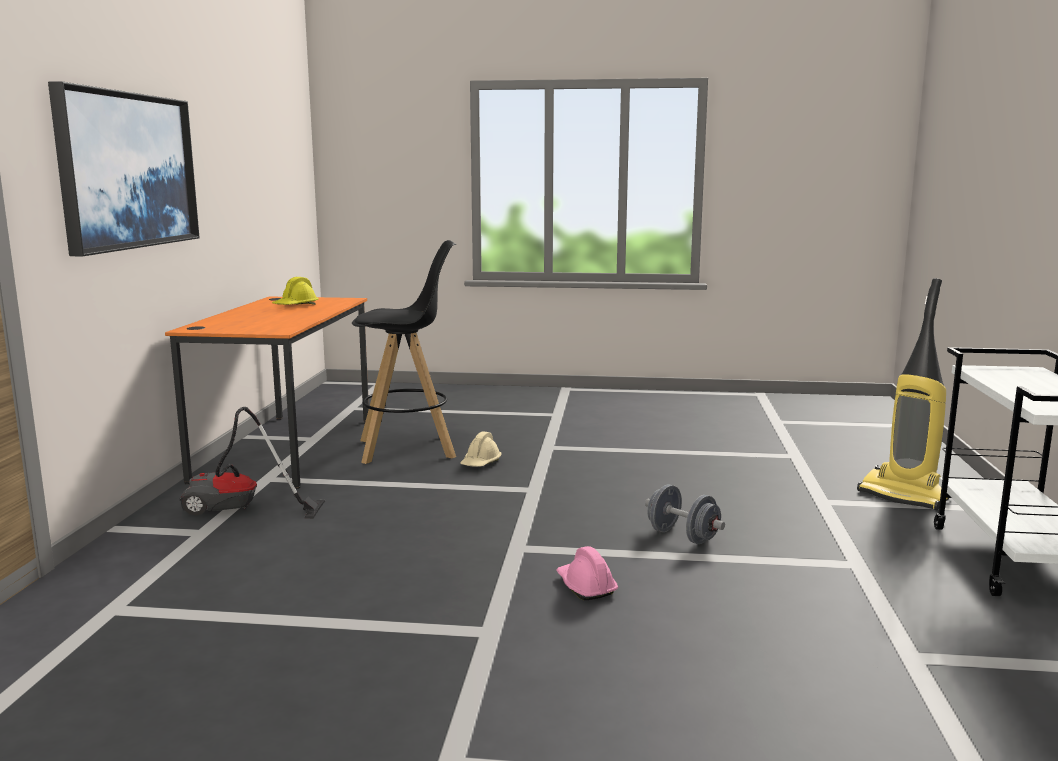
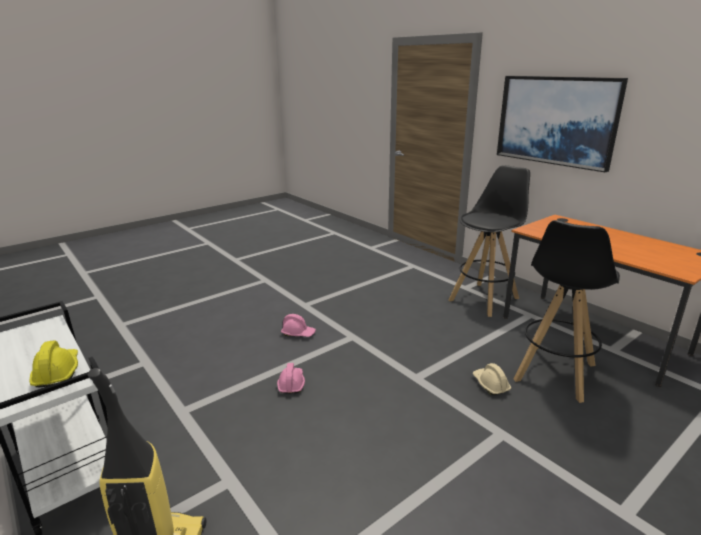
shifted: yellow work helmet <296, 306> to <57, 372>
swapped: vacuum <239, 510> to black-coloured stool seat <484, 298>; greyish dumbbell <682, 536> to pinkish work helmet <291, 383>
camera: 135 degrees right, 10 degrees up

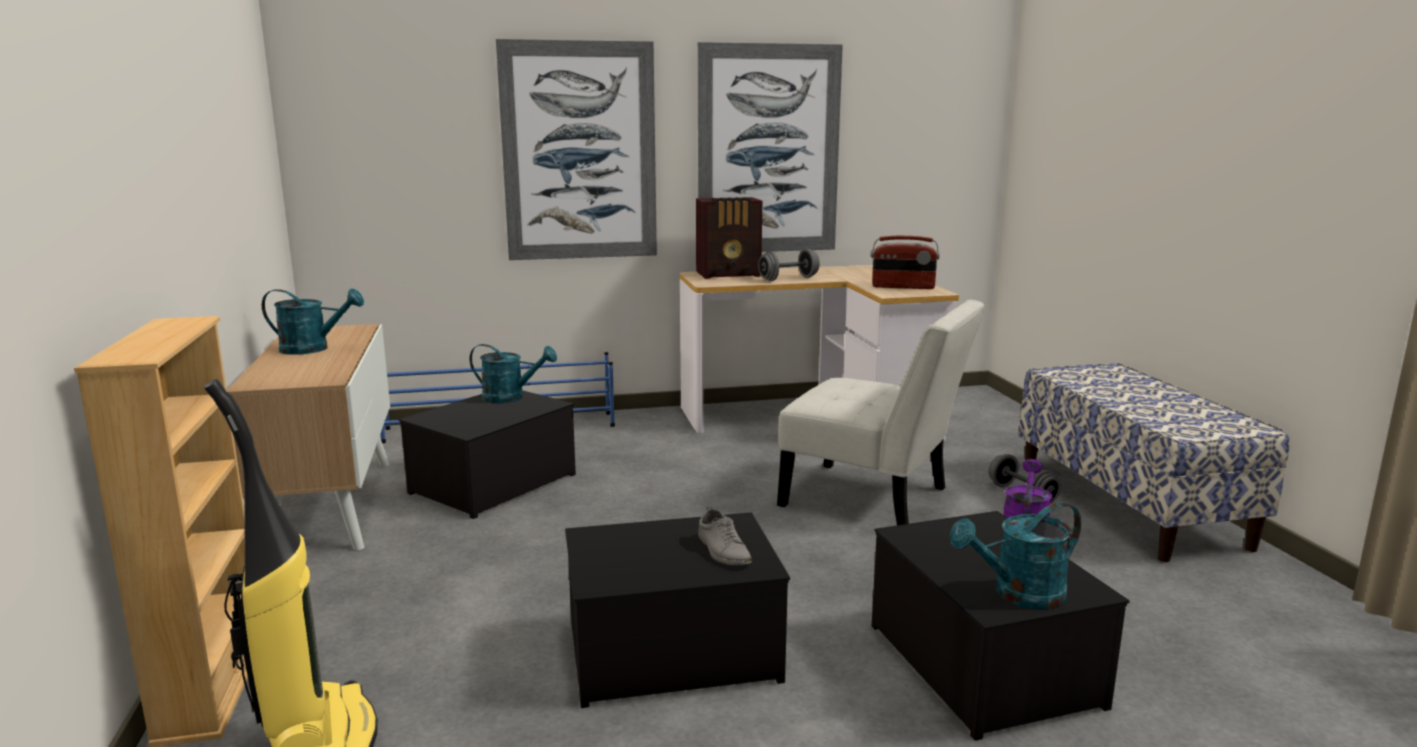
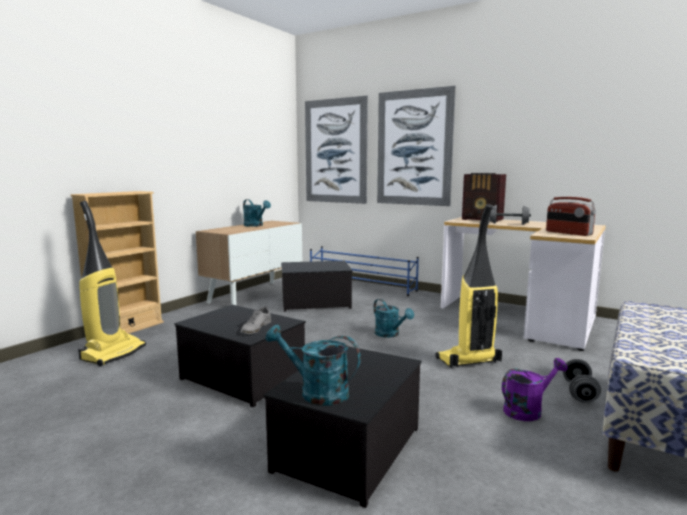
shifted: turquoise-coloured sprinkling can <511, 397> to <390, 334>; wall art <768, 150> to <335, 151>
swapped: white-coloured upright chair <873, 500> to vacuum <468, 361>
camera: 45 degrees right, 5 degrees down

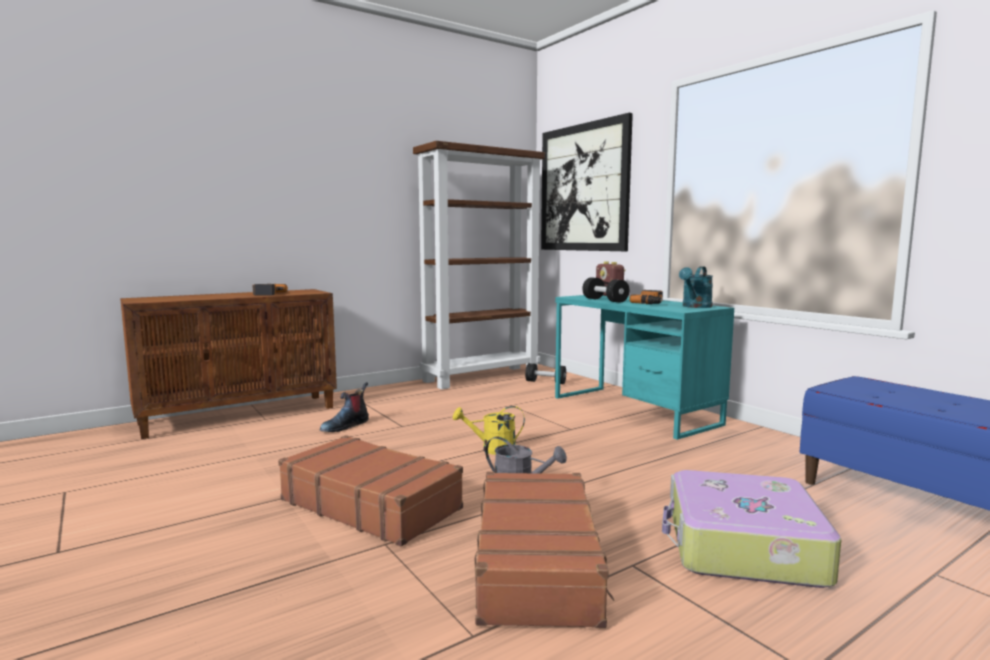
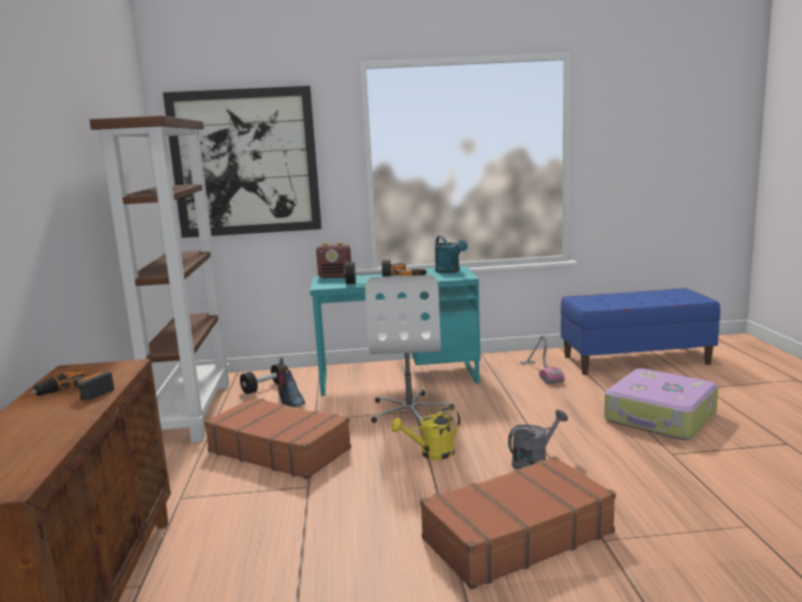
new: white-coloured desk chair <410, 411>; vacuum <540, 372>
shifted: tall boot <345, 426> to <290, 400>; brown travel case <538, 562> to <279, 450>
rotated: yellow sprinkling can <492, 449> = <431, 453> 45 degrees clockwise
camera: 60 degrees left, 5 degrees up

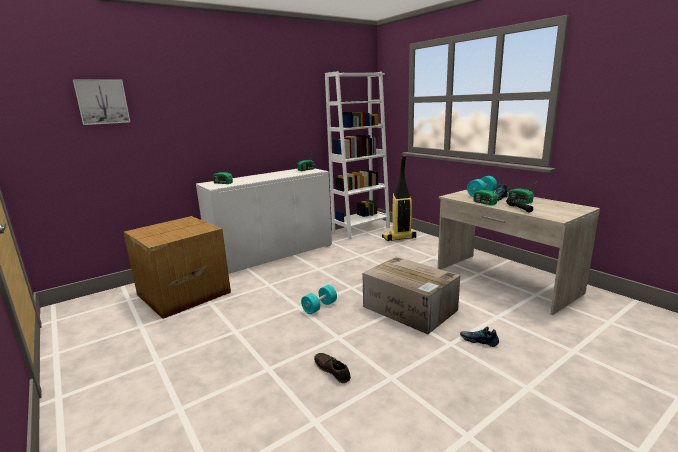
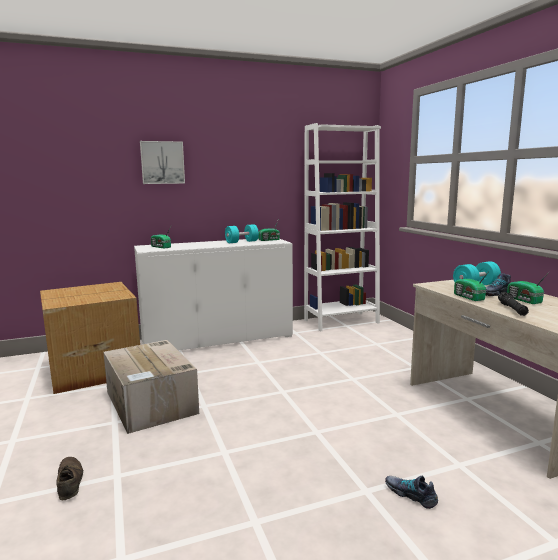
gone: vacuum <399, 238>
shifted: wall art <102, 102> to <162, 162>; turquoise-coloured dumbbell <319, 307> to <242, 242>; brown low shoe <332, 370> to <69, 481>; cardboard box <411, 308> to <151, 403>
camera: 15 degrees right, 5 degrees down

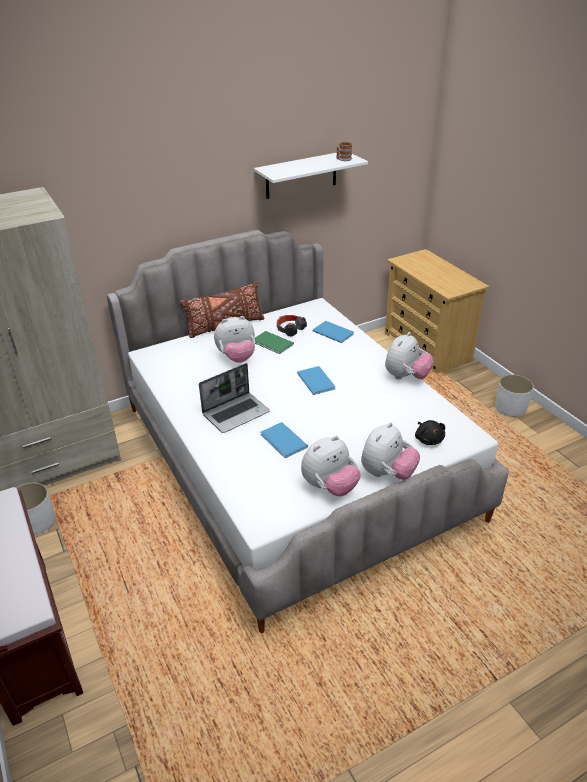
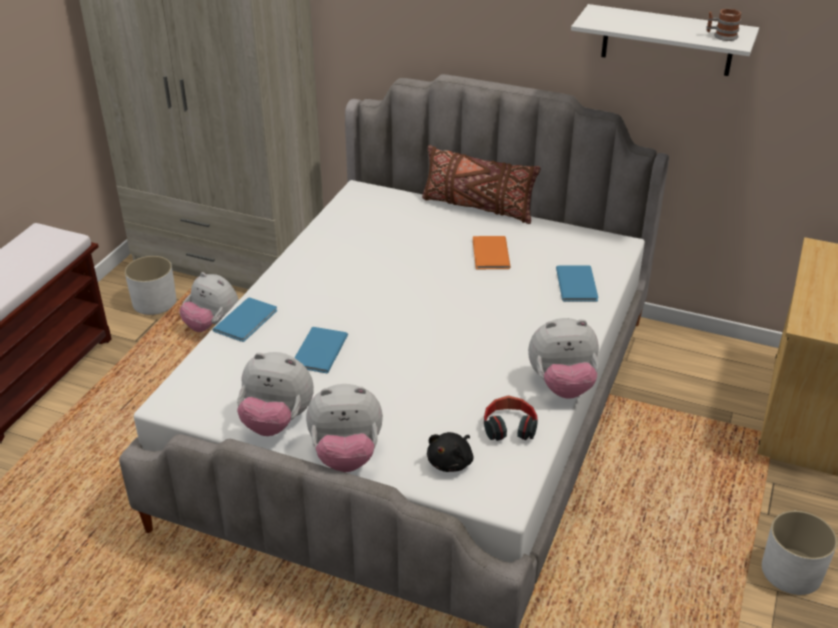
gone: notebook computer <236, 413>
shifted: plush toy <237, 357> to <212, 325>; pair of headphones <290, 329> to <509, 427>; bluish bound book <316, 380> to <248, 320>
repainted: greenish bound book <272, 344> to orange bound book <489, 254>
camera: 50 degrees right, 0 degrees up

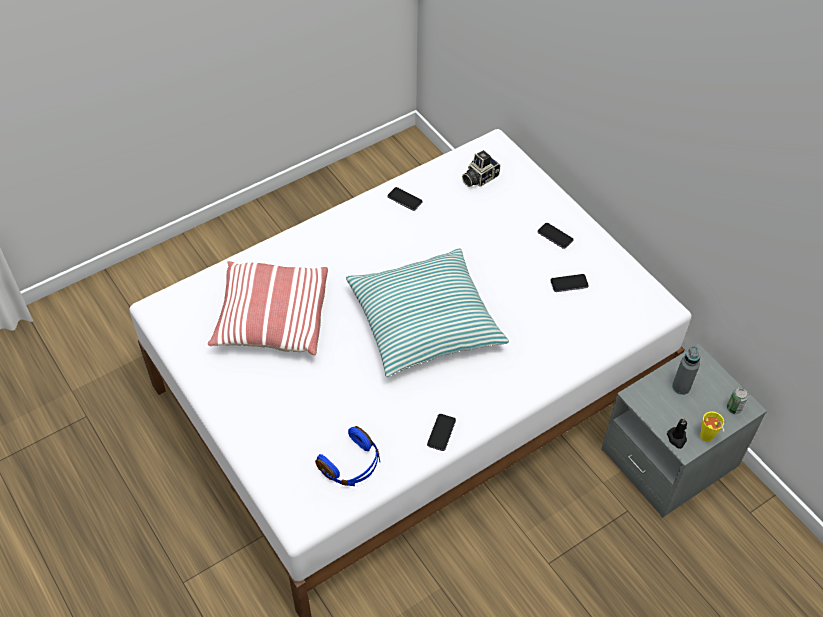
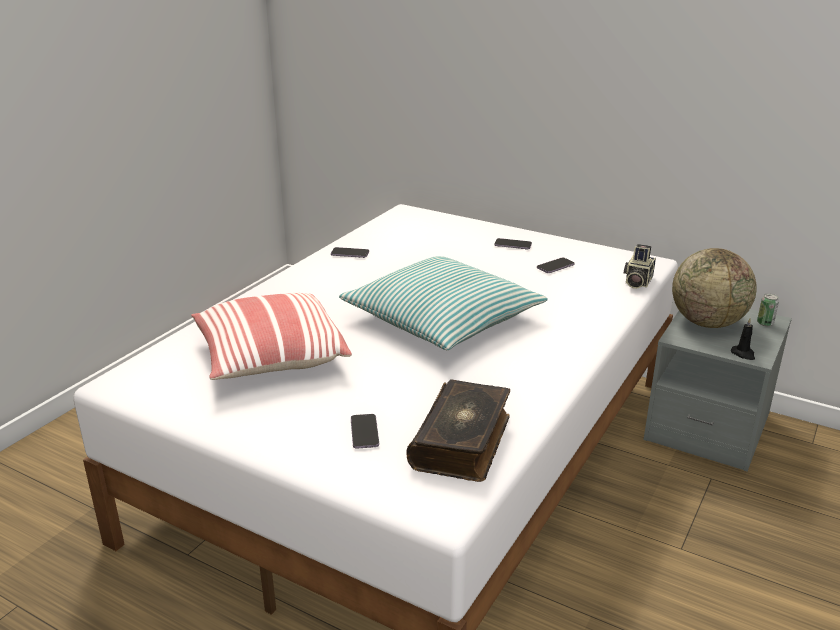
gone: yellow small cup <707, 438>
shifted: handset <441, 433> to <364, 432>; still camera <479, 178> to <636, 282>
swapped: bluish pair of headphones <351, 465> to bound book <463, 442>; greyish beverage bottle <681, 387> to globe <707, 322>
camera: 25 degrees left, 25 degrees down

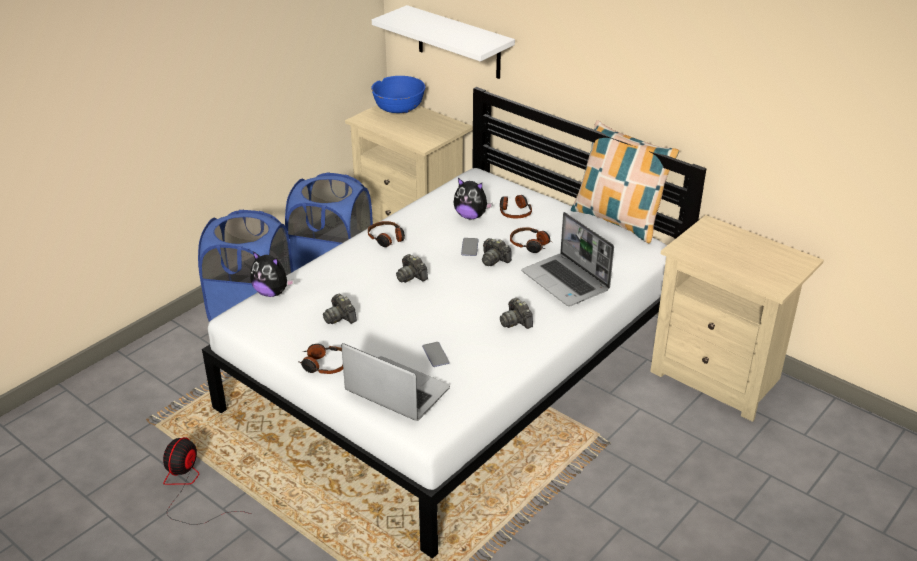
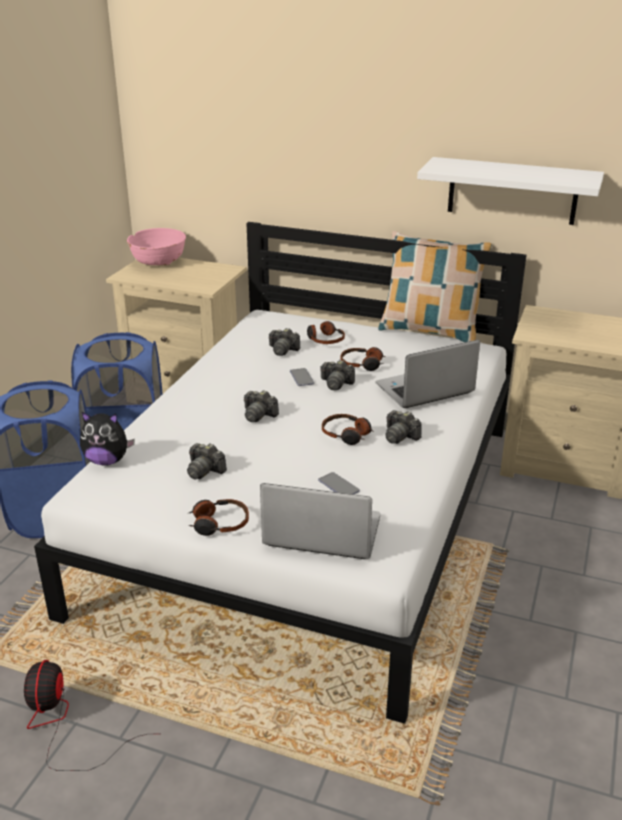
shifted: pair of headphones <387, 239> to <347, 435>; white-coloured wall shelf <459, 43> to <512, 191>
swapped: plush toy <471, 216> to still camera <283, 350>
repainted: bluish serving bowl <399, 109> to pinkish serving bowl <158, 263>
rotated: notebook computer <566, 282> = <424, 390> 120 degrees clockwise
camera: 20 degrees left, 5 degrees down

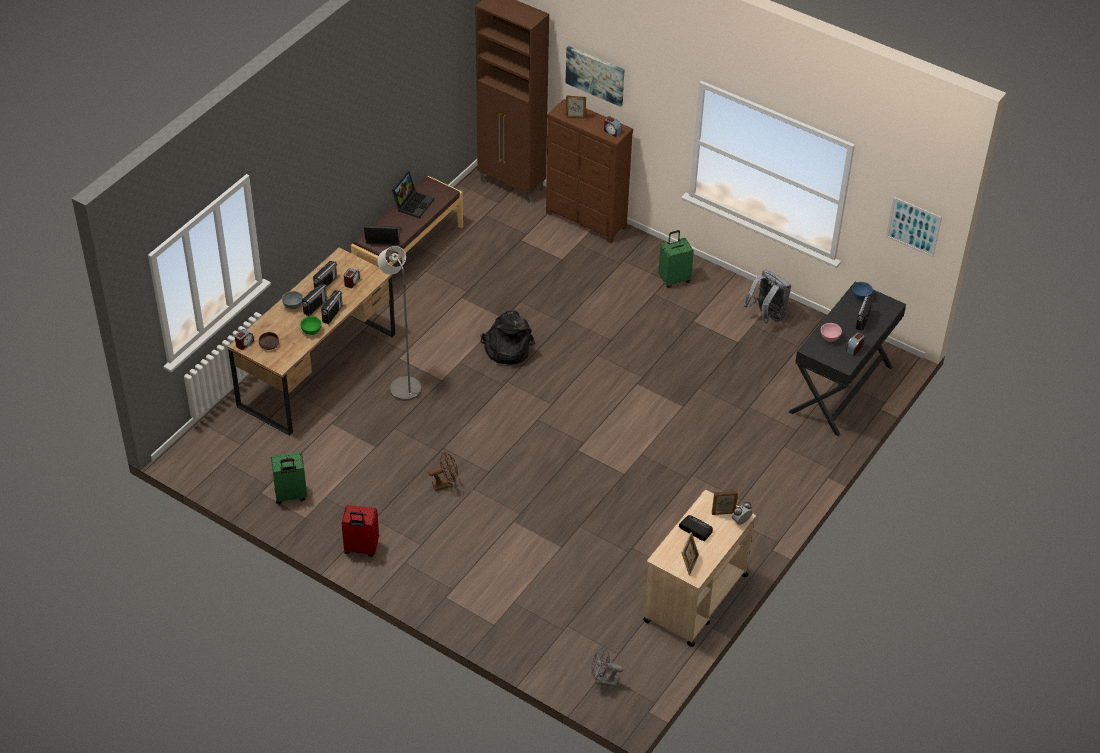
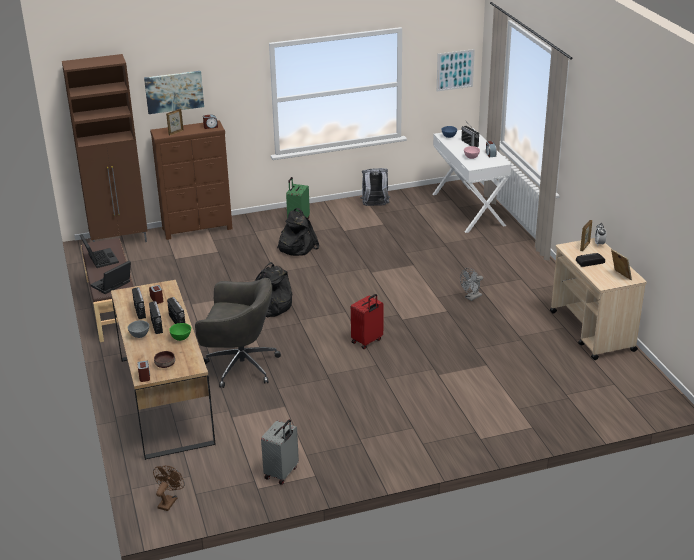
new: black-coloured knapsack <296, 247>
shifted: red travel case <361, 548> to <367, 341>; brown electric fan <445, 484> to <169, 501>; greyish electric fan <603, 680> to <471, 298>
swapped: greyish standing lamp <402, 385> to greyish desk chair <239, 366>
repainted: greenish travel case <290, 496> to greyish travel case <282, 473>; black-coloured desk unit <841, 389> to white-coloured desk unit <469, 209>
camera: 50 degrees left, 15 degrees down

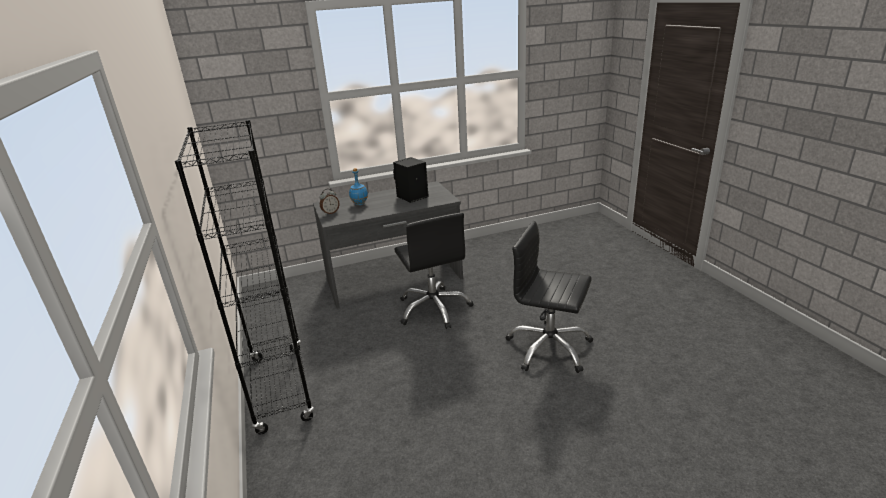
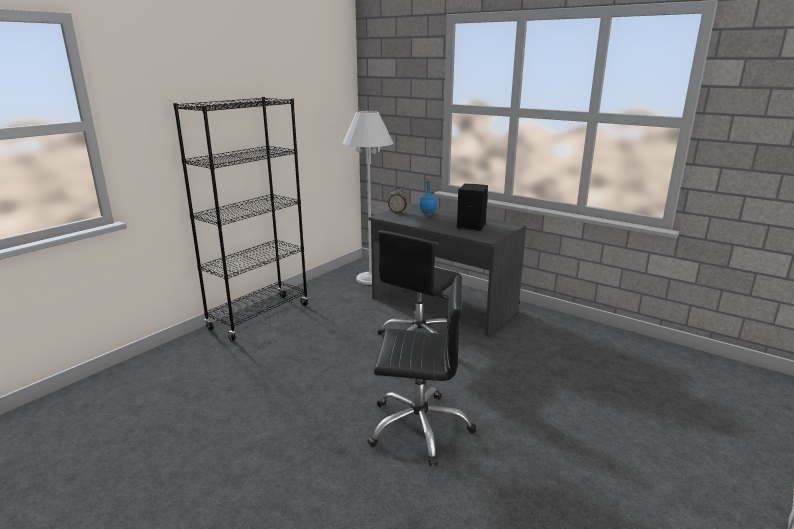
new: white-coloured standing lamp <370, 278>
rotated: black-coloured desk chair <549, 348> = <419, 427> 105 degrees clockwise
camera: 55 degrees right, 5 degrees down

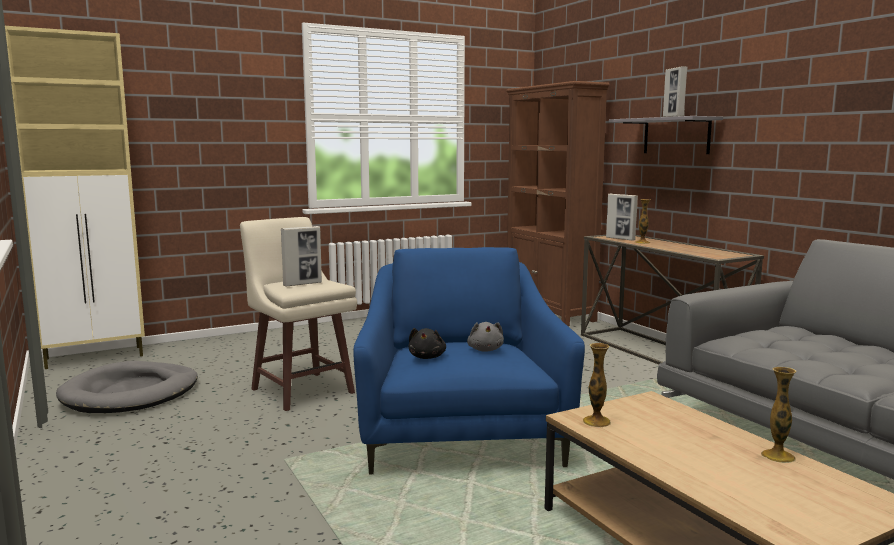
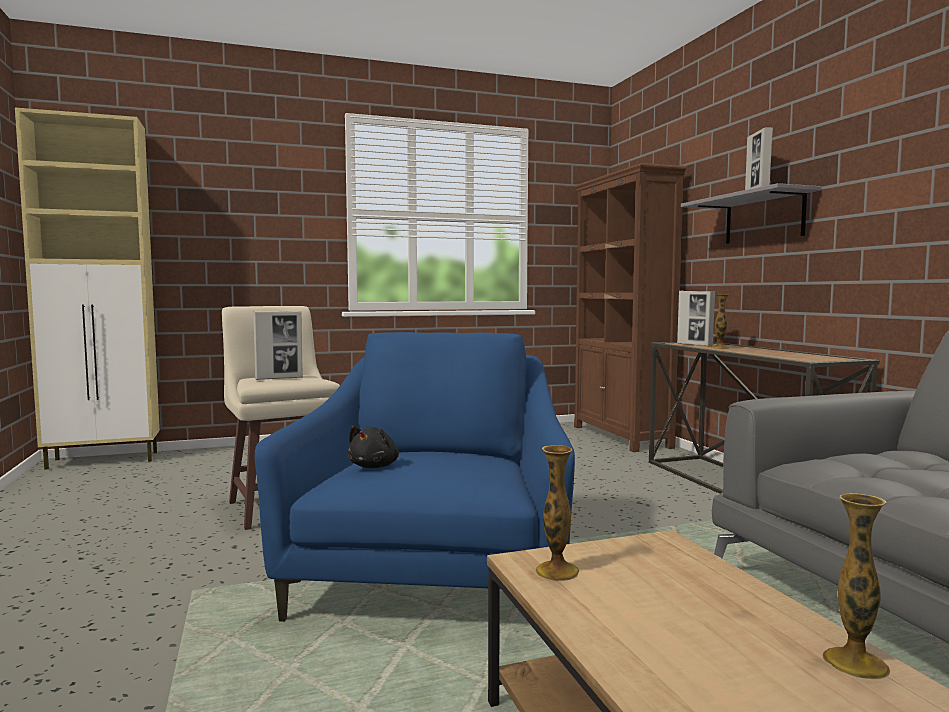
gone: greyish pet bed <131, 393>; greyish plush toy <485, 350>
camera: 10 degrees right, 5 degrees down

